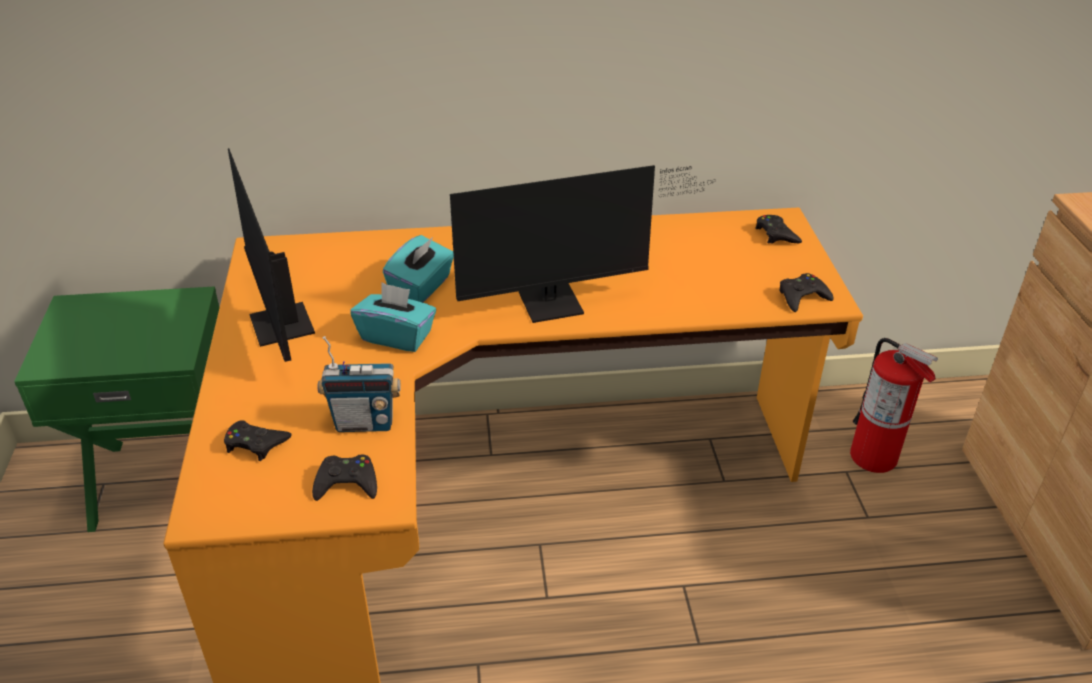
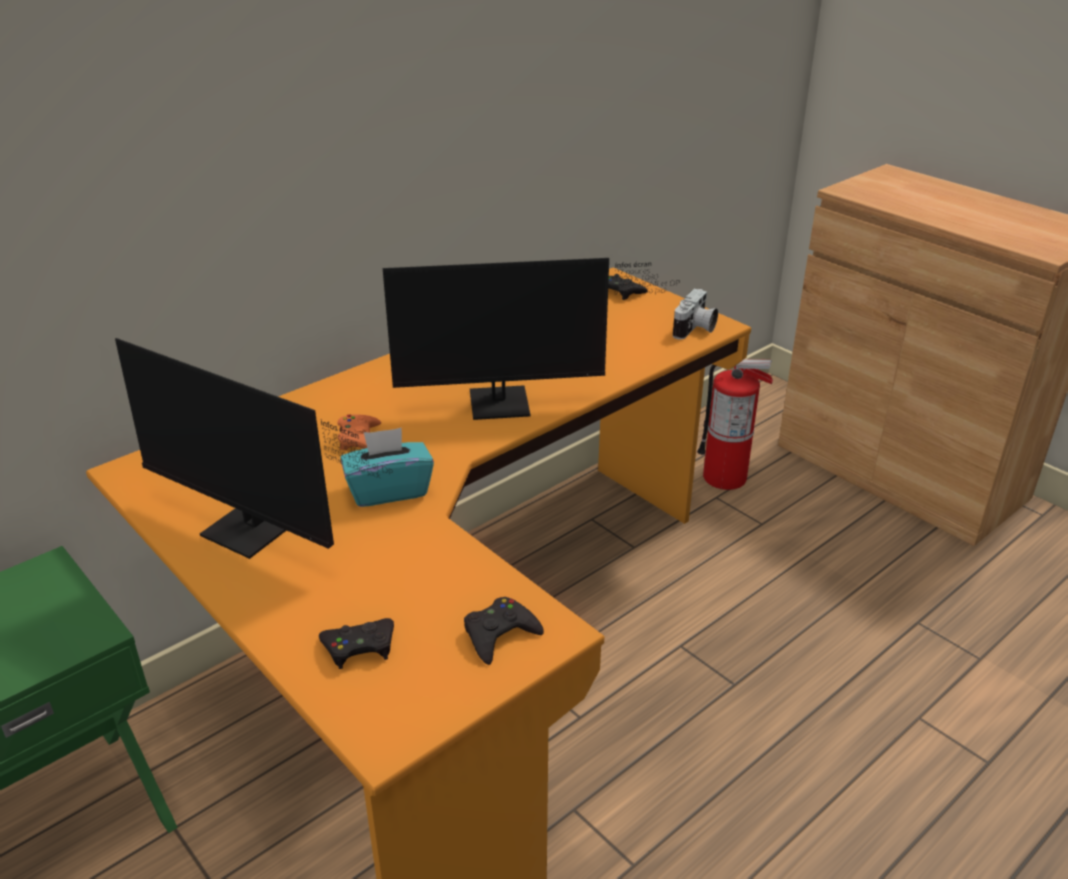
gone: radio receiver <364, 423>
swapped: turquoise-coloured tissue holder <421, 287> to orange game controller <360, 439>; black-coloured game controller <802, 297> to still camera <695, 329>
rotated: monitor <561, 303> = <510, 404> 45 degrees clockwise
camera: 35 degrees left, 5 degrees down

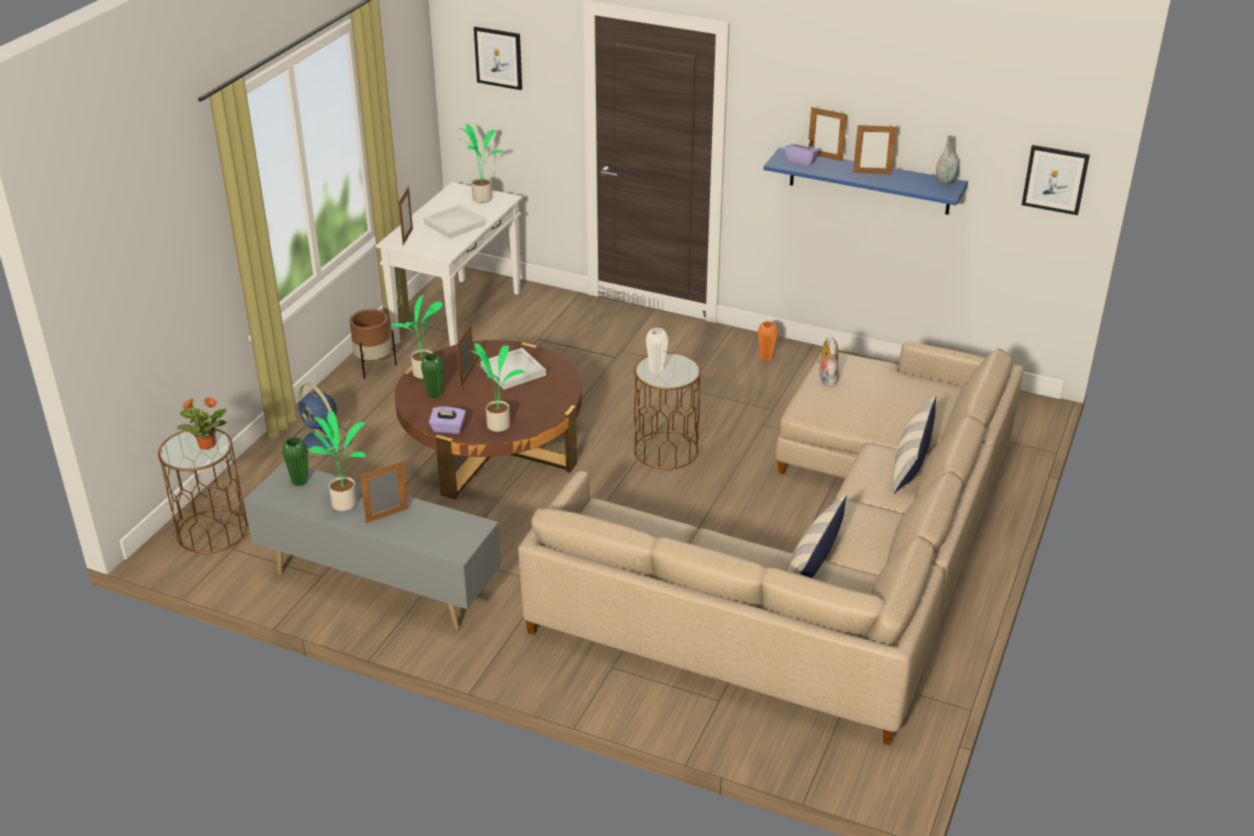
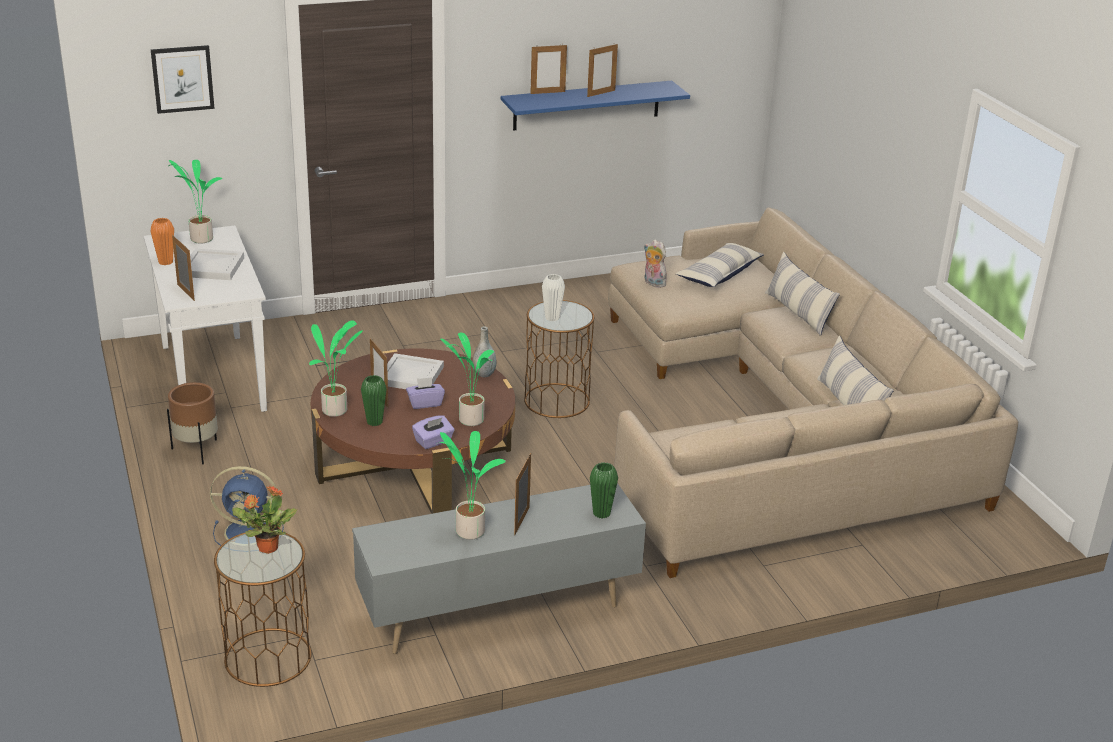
gone: wall art <1055, 179>
new: pillow <719, 274>
shifted: greenish vase <299, 481> to <601, 513>; orange vase <766, 358> to <165, 262>; purple tissue holder <801, 161> to <425, 403>; greyish vase <945, 182> to <484, 374>
camera: 45 degrees left, 5 degrees down

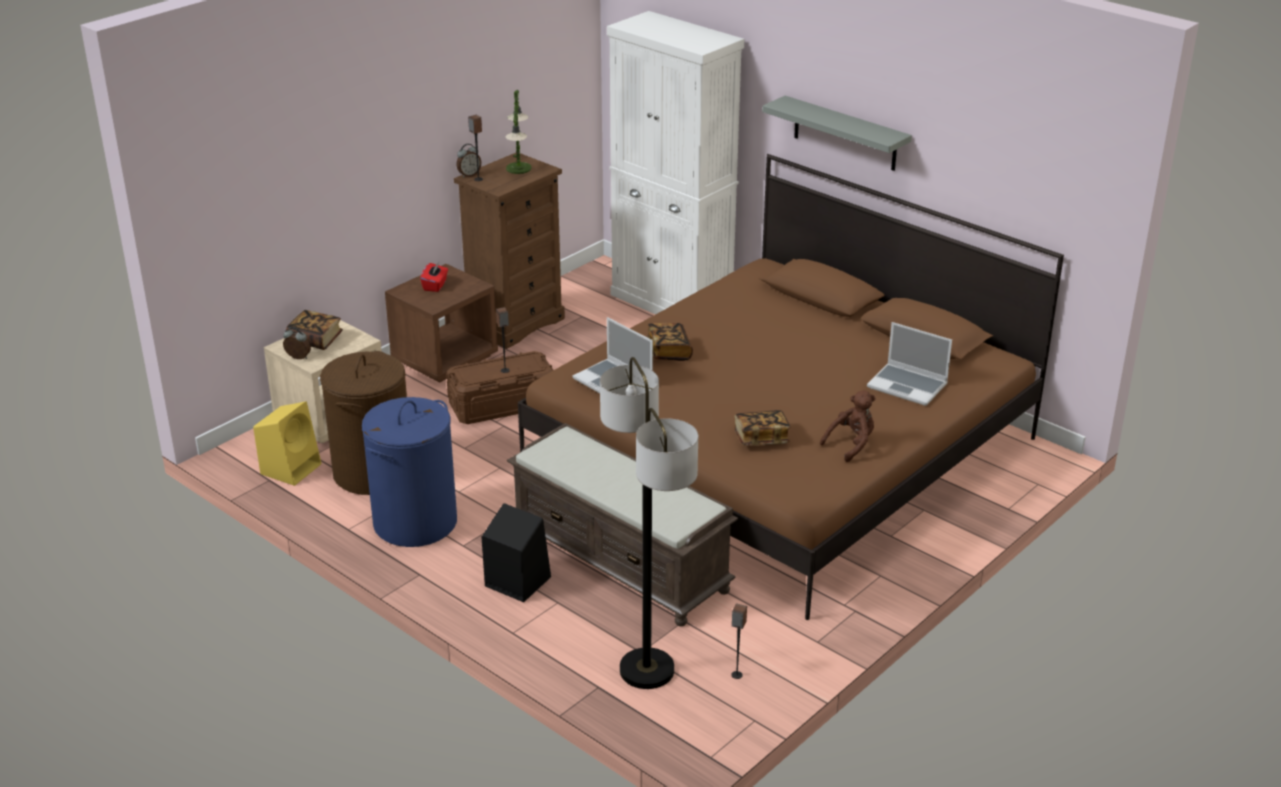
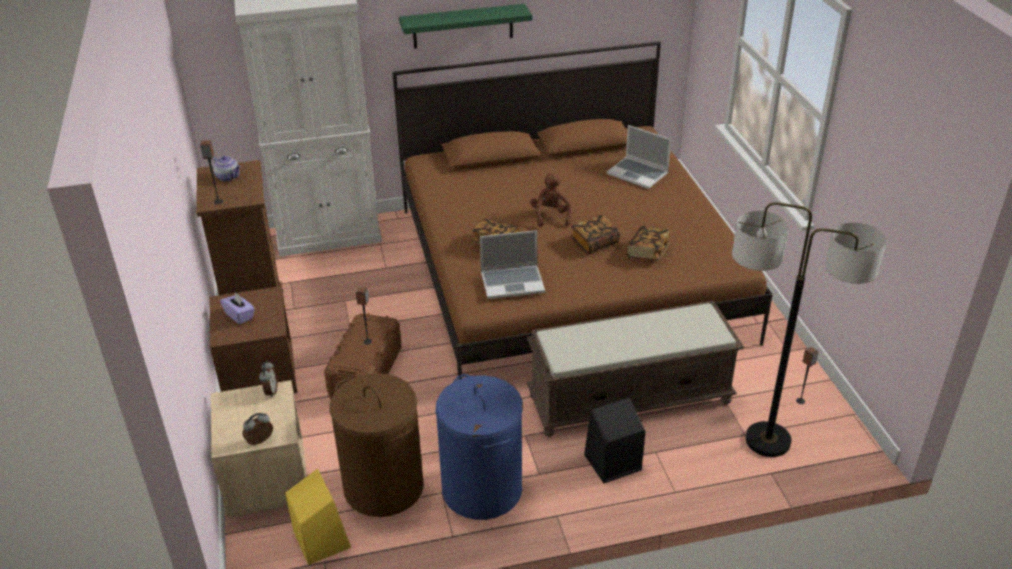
shifted: bound book <315, 340> to <594, 243>; table clock <469, 175> to <270, 391>; brown plush toy <851, 444> to <550, 216>
swapped: lamp for a table <518, 168> to pot for tea <228, 177>
repainted: red tissue holder <435, 285> to purple tissue holder <239, 316>; greyish wall shelf <845, 134> to greenish wall shelf <463, 26>
rotated: notebook computer <908, 386> = <638, 174> 60 degrees clockwise
camera: 55 degrees left, 5 degrees up

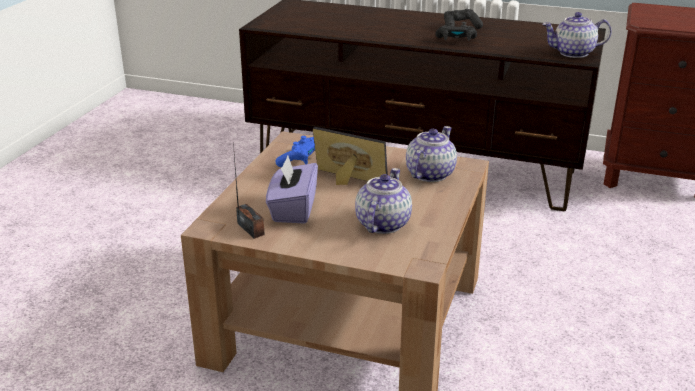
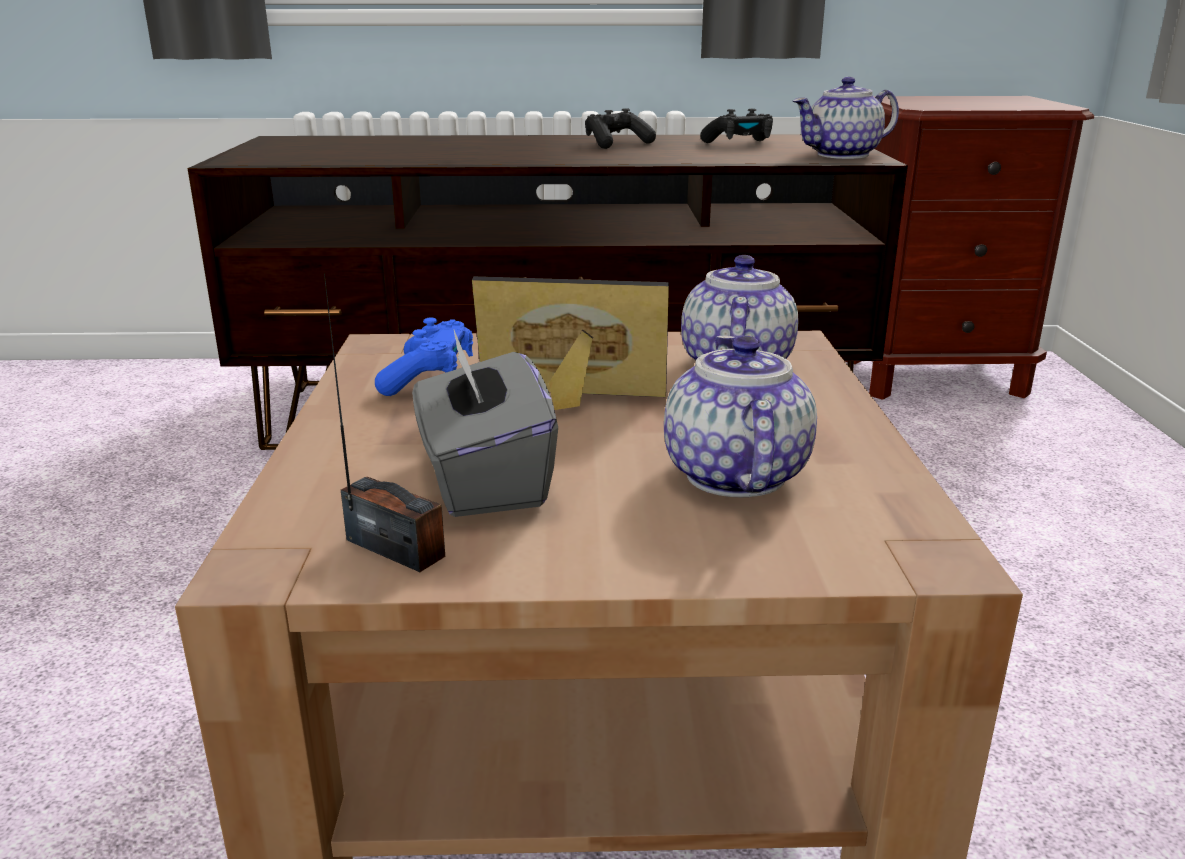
shifted: black-coloured game controller <456, 40> to <739, 144>
repainted: purple tissue holder <293, 209> to greyish tissue holder <483, 480>
camera: 20 degrees left, 5 degrees down

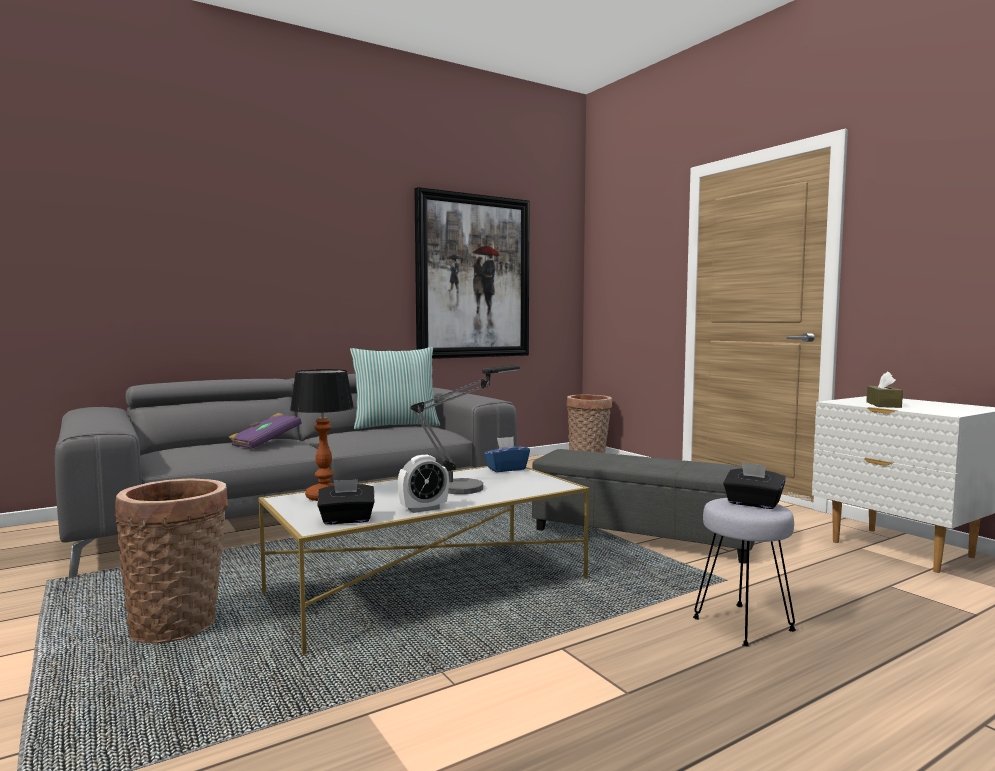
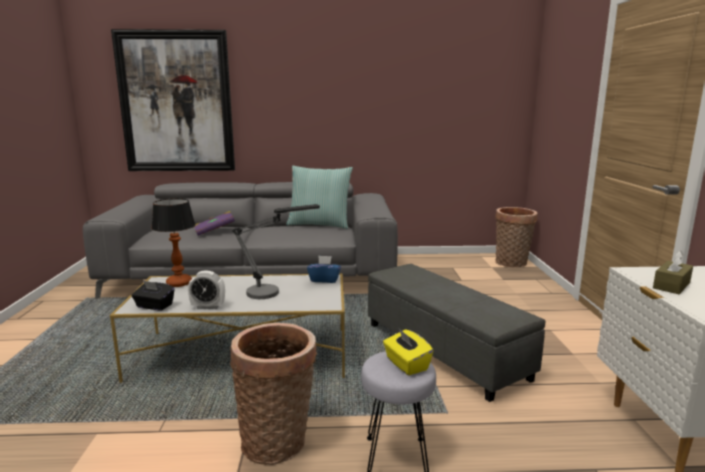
shifted: household basket <179, 624> to <278, 442>; wall art <473, 277> to <176, 102>
repainted: black-coloured tissue holder <753, 504> to yellow tissue holder <406, 364>
camera: 30 degrees right, 10 degrees up

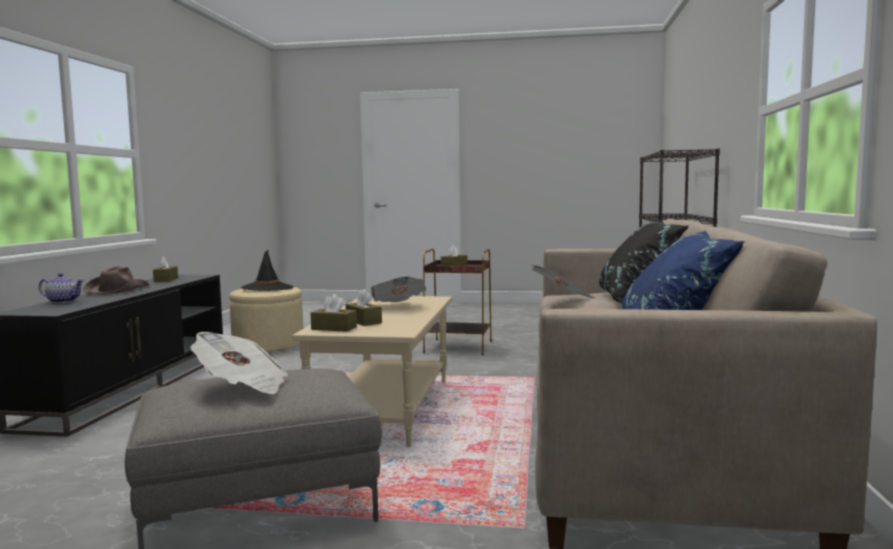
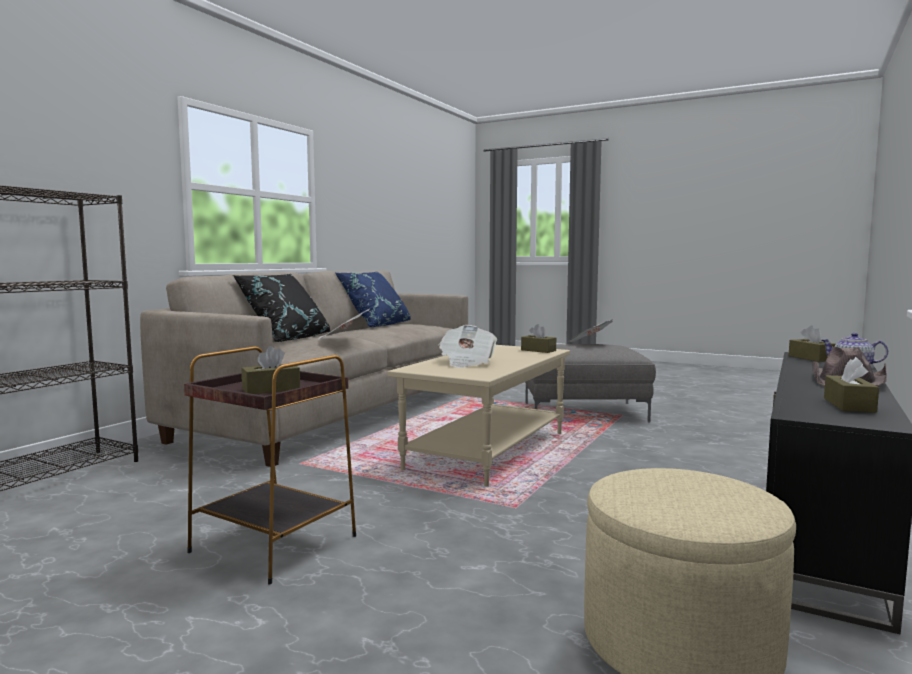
gone: black-coloured clothing hat <267, 288>
shifted: brown tissue holder <363, 321> to <811, 358>
camera: 160 degrees left, 0 degrees up

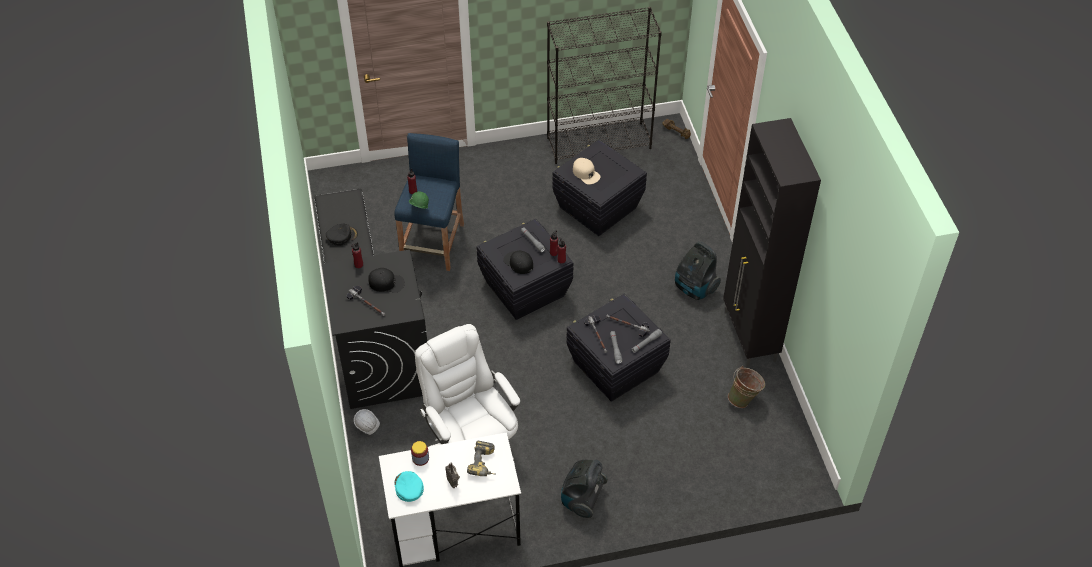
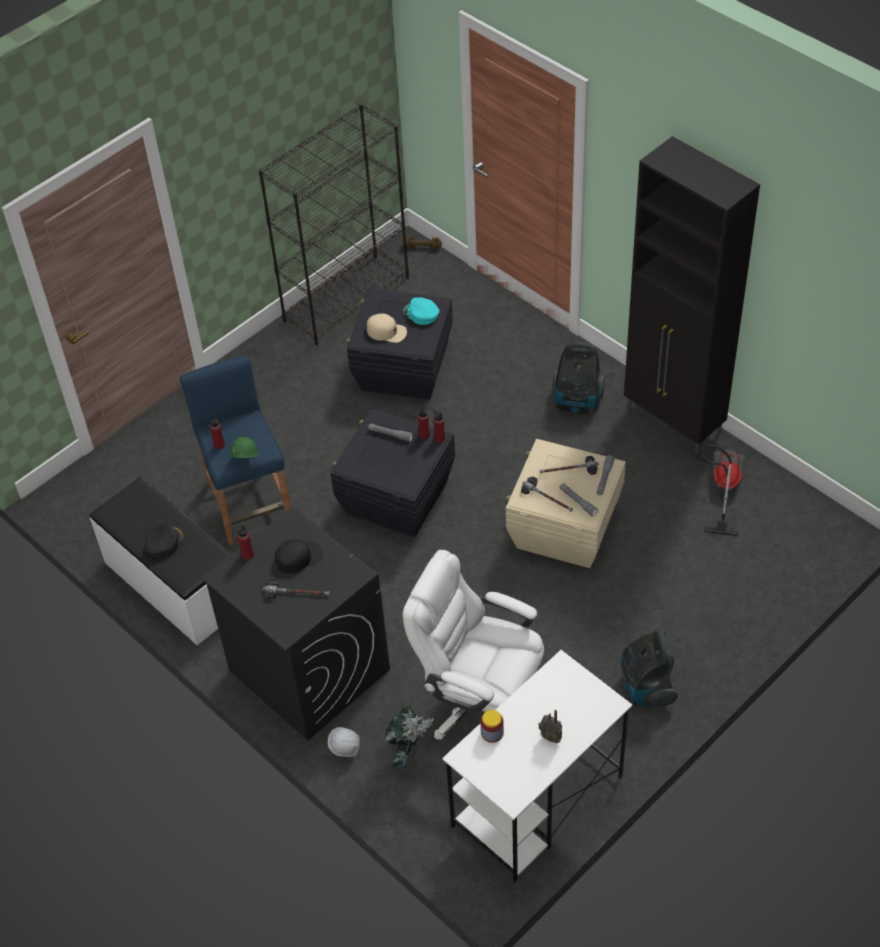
gone: drill <485, 464>; black-coloured baseball cap <518, 263>
new: houseplant <408, 753>
shifted: turquoise-coloured baseball cap <408, 487> to <421, 314>
swapped: greenish pail <744, 399> to vacuum <721, 489>
repainted: black-coloured storage box <615, 367> to beige storage box <563, 529>
camera: 30 degrees left, 0 degrees up

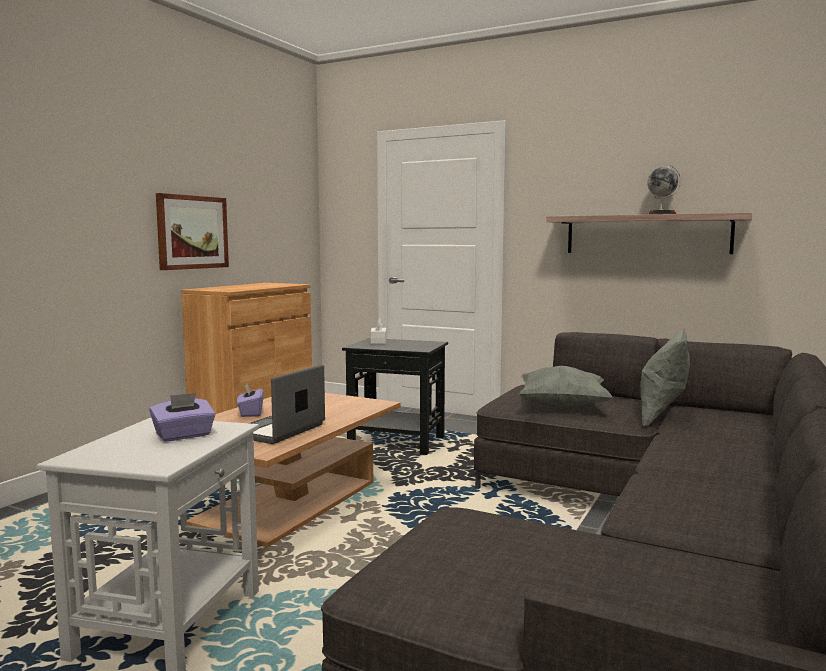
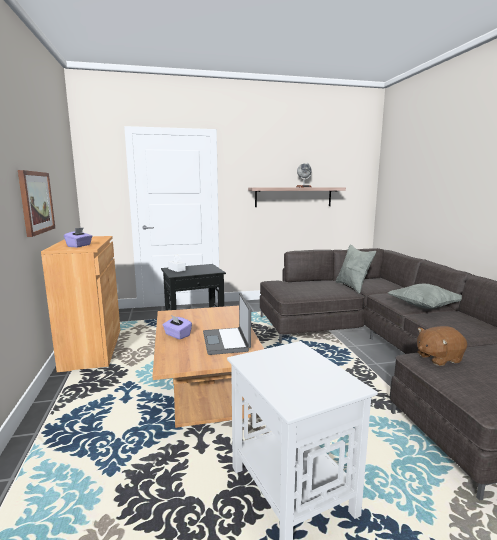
new: brown plush toy <438, 358>
shifted: purple tissue holder <184, 435> to <79, 246>; greyish pillow <562, 406> to <424, 307>
camera: 40 degrees left, 5 degrees up

